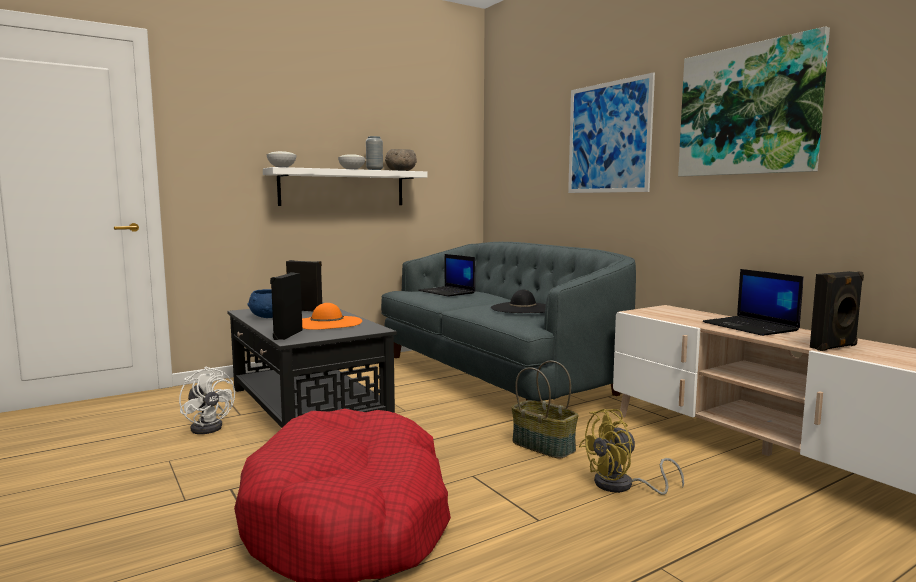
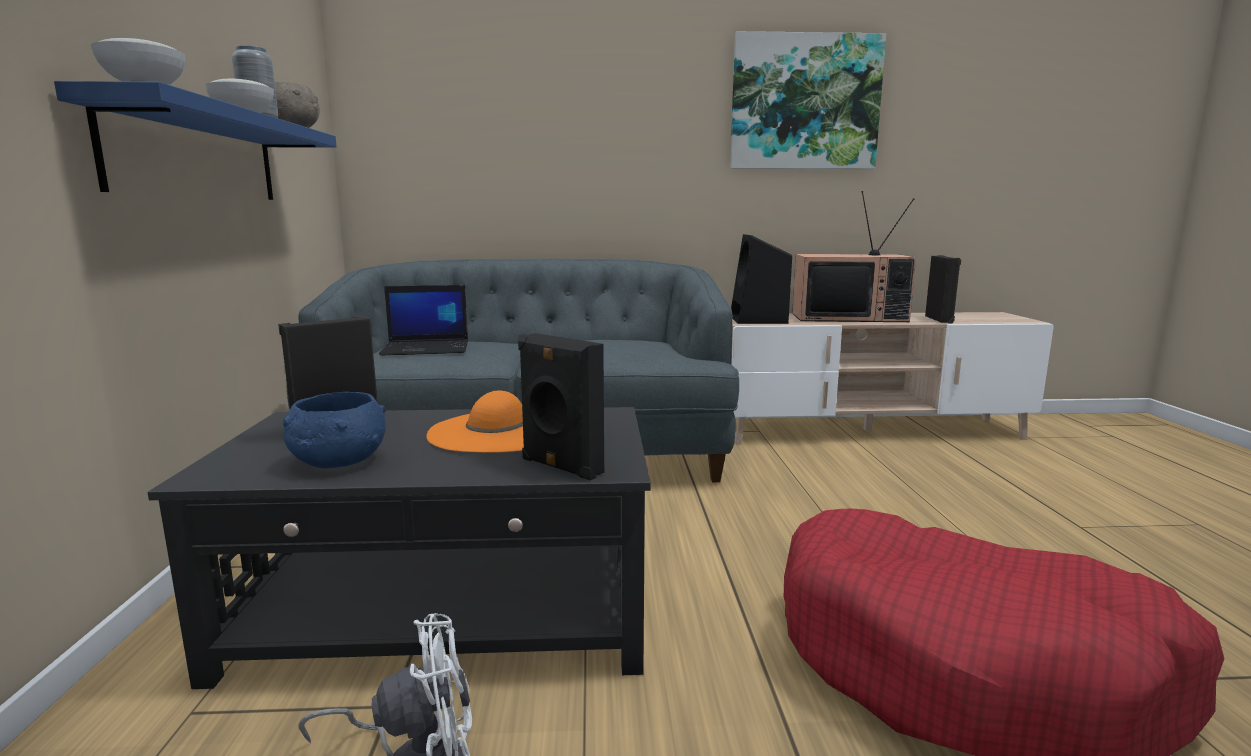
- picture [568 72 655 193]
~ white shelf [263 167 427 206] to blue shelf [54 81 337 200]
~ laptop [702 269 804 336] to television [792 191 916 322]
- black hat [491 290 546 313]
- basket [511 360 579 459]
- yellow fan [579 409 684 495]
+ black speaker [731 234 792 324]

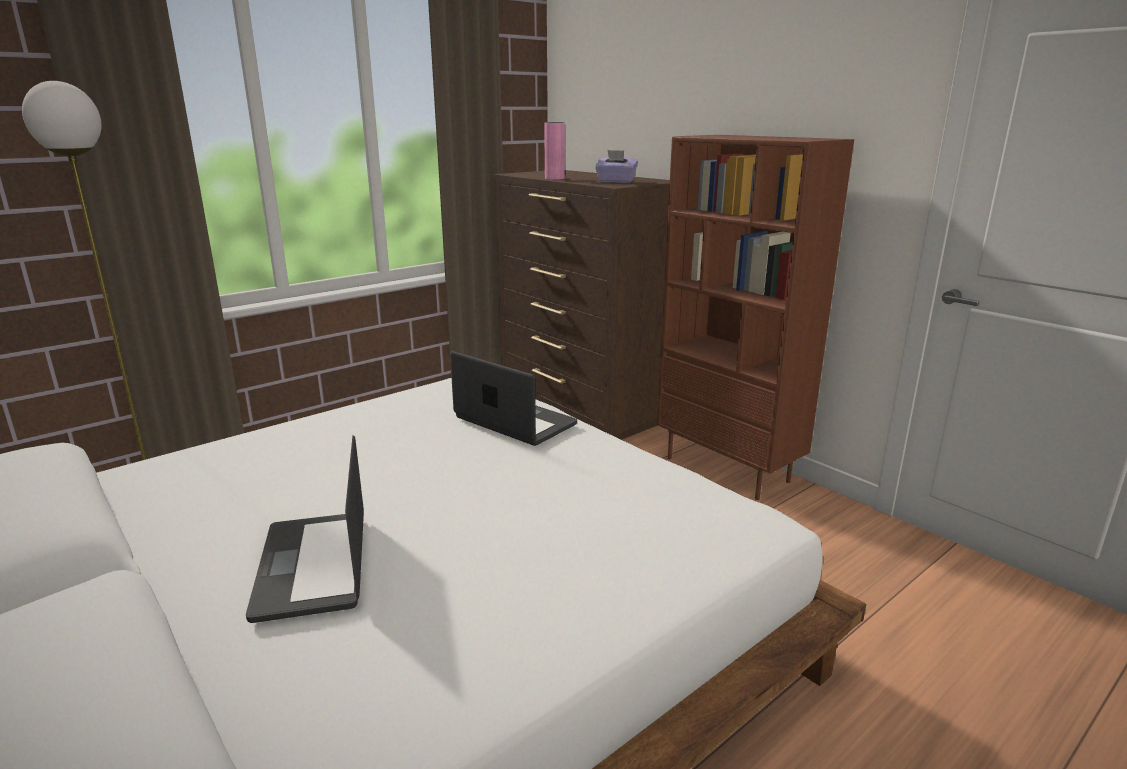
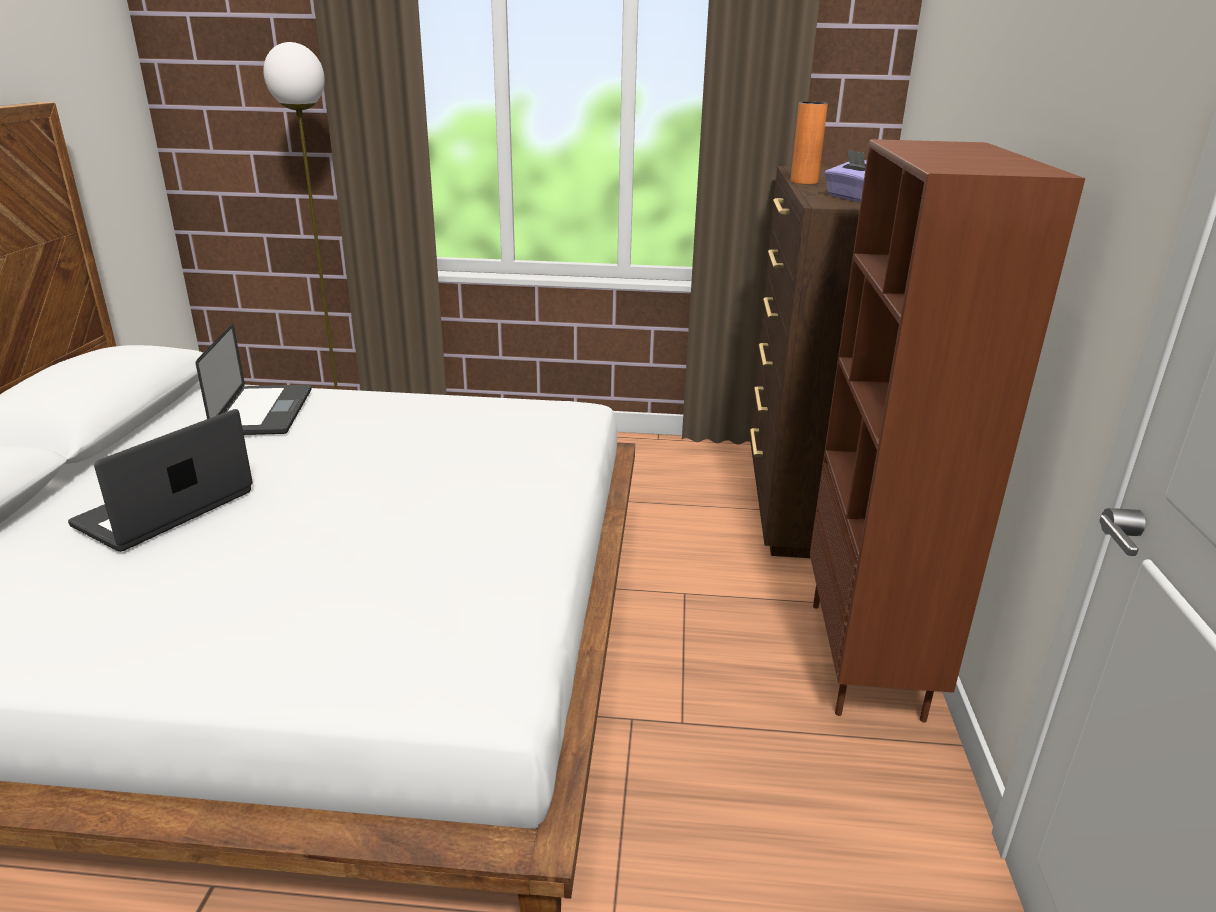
~ pink vase [544 122 565 180] to orange vase [791 102 828 184]
~ laptop [450 351 577 446] to [196 323 312 435]

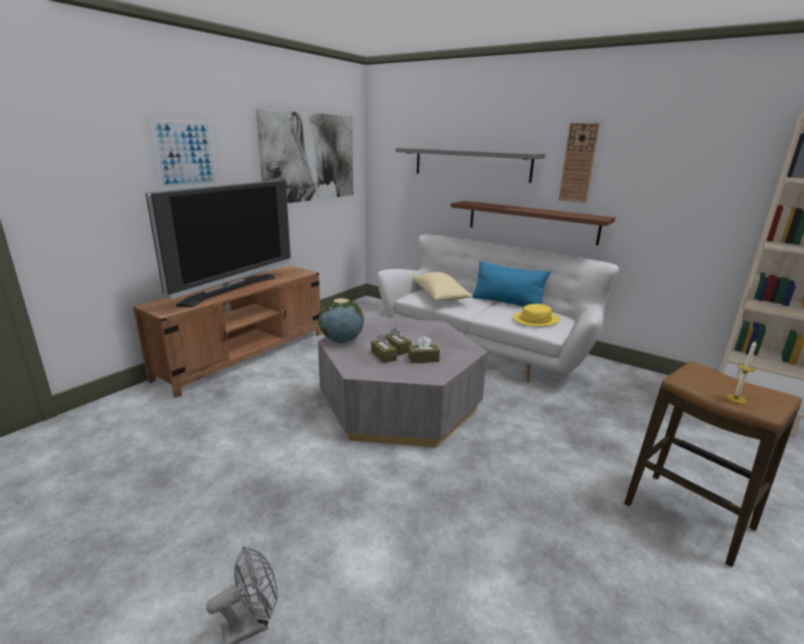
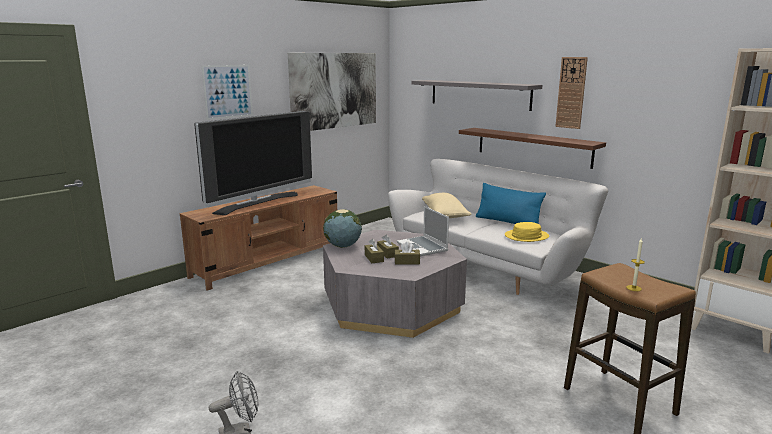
+ laptop [397 206 449 256]

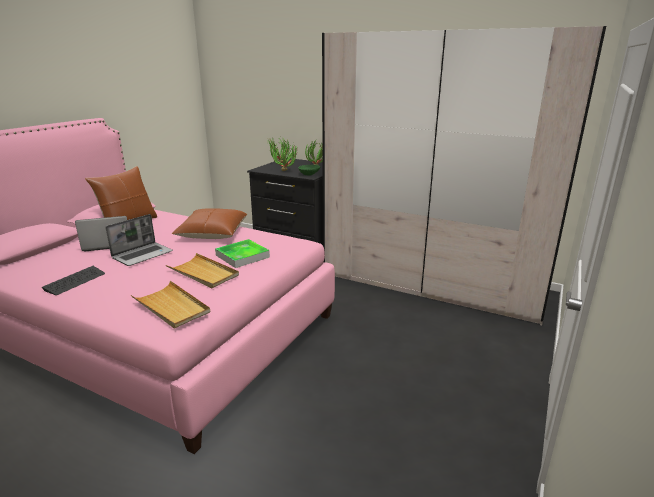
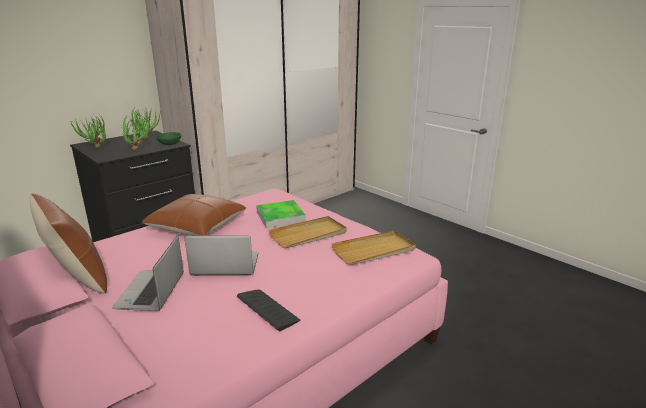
~ laptop [105 214 173 266] = [185 235 258 276] 60 degrees counterclockwise

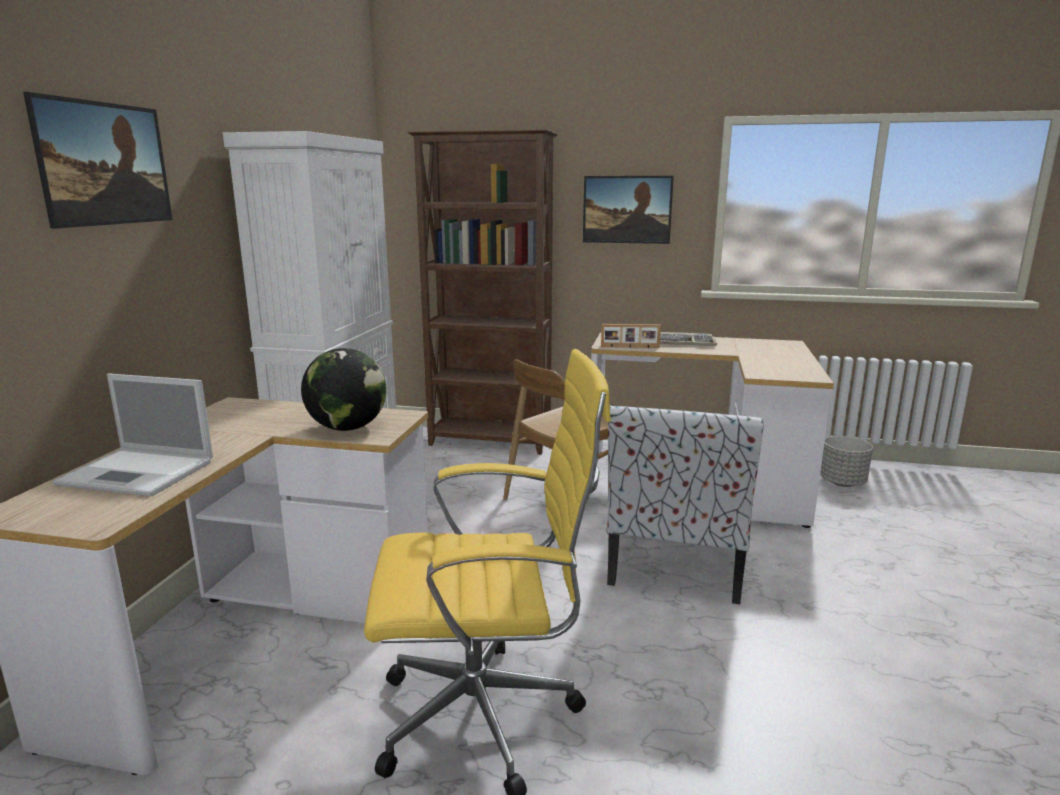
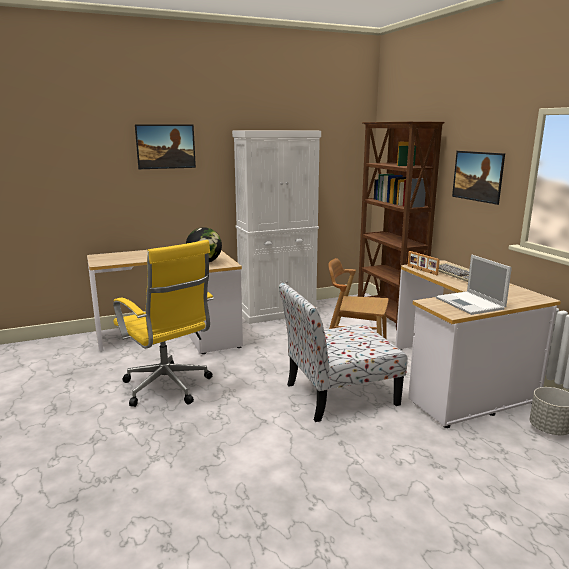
~ laptop [53 373 213 497] to [436 254 512 315]

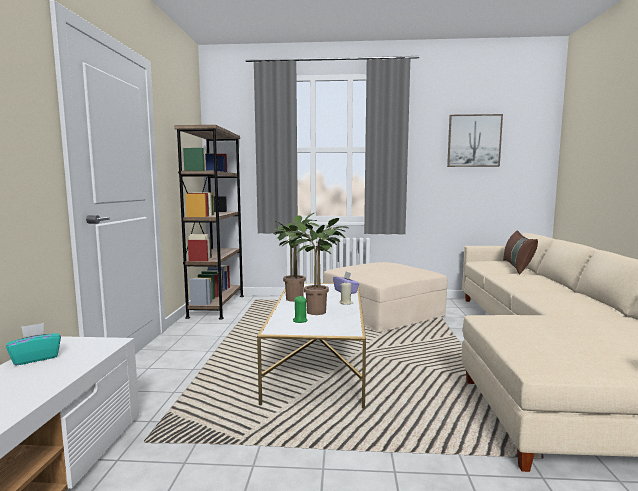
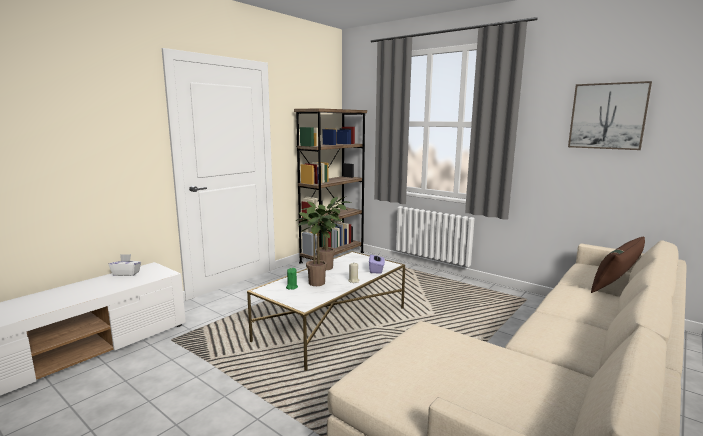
- beige ottoman [323 262 447 332]
~ turquoise tissue box [6 323 61 366] to white tissue box [109 254 141 276]

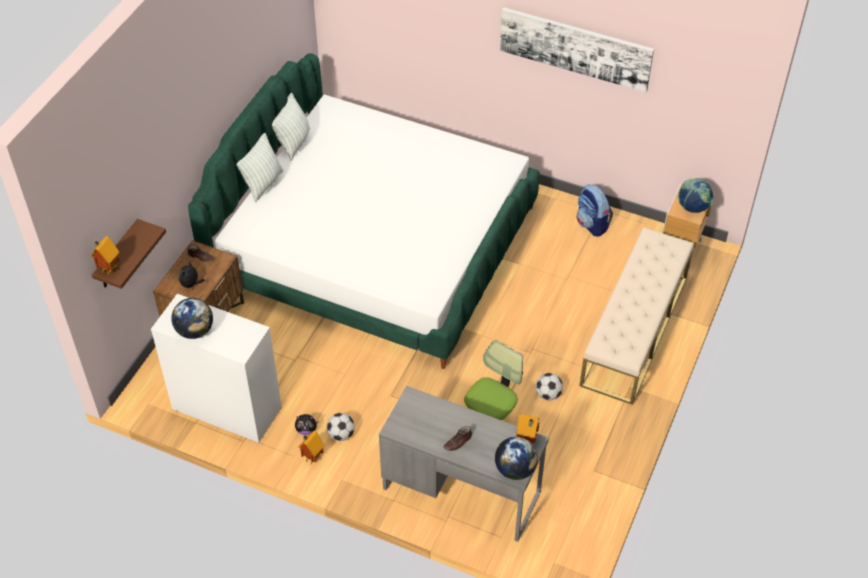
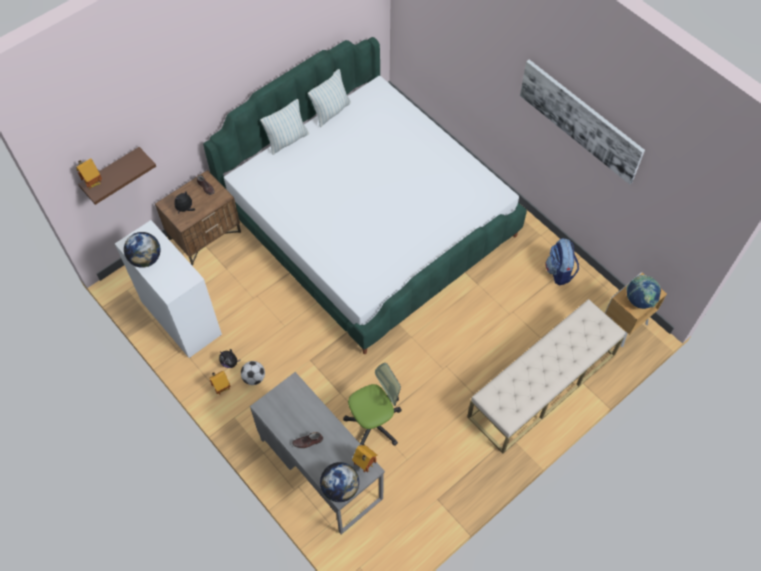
- football [536 373 563 400]

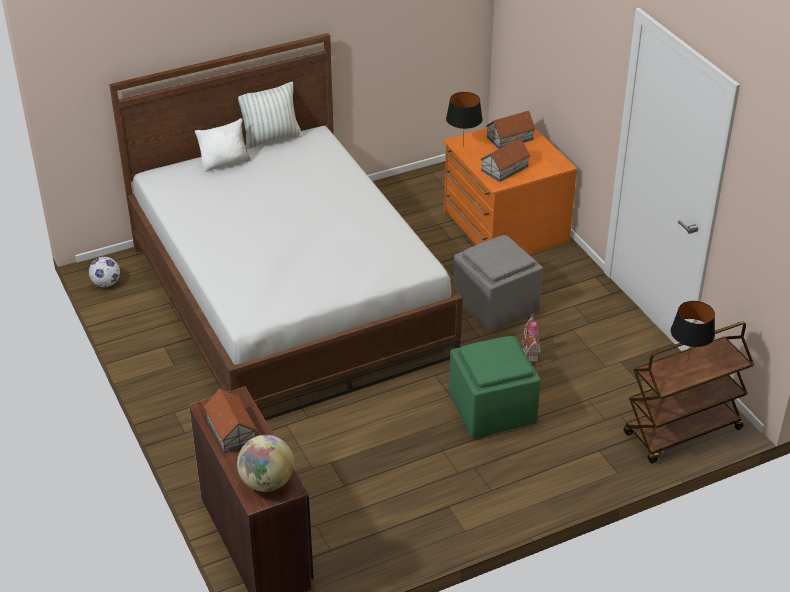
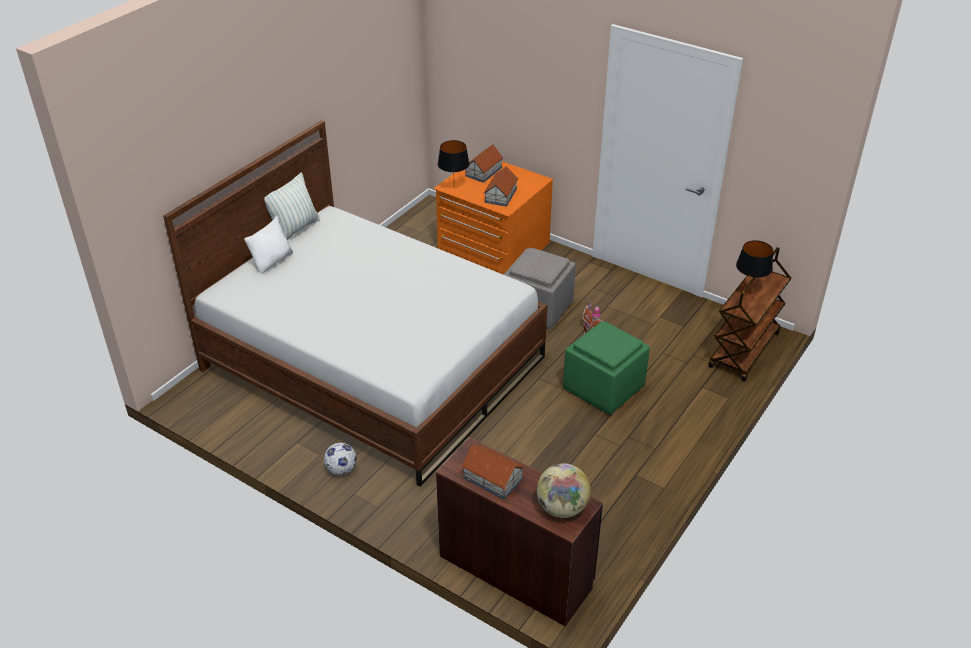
~ football [89 257 120 287] to [324 443 356 475]

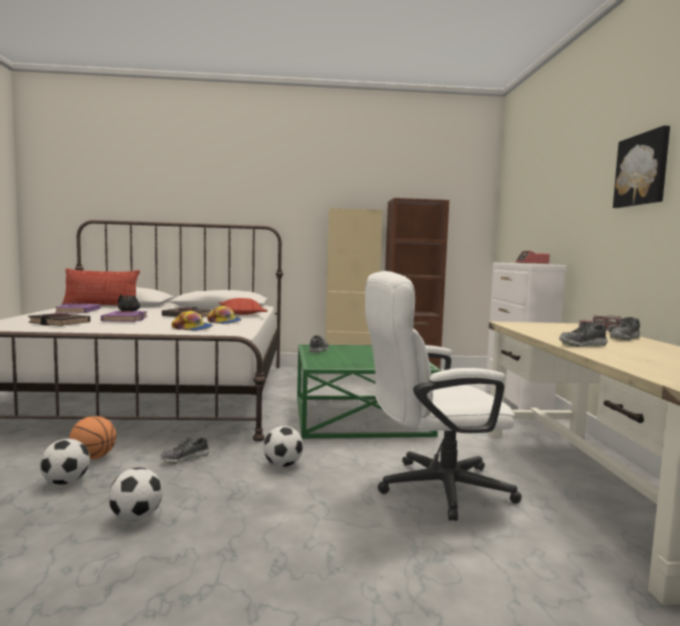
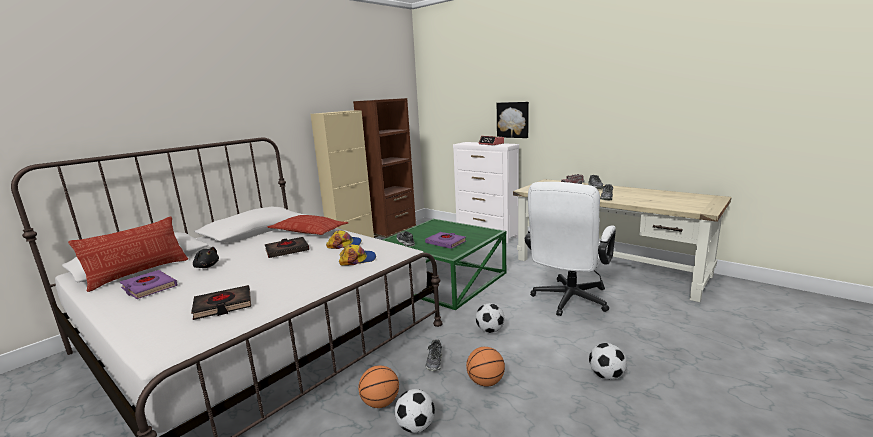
~ picture [613 125 670 208] to [497 102 529 138]
~ purple book [101 311 148 322] to [425 232 466 249]
~ football [109 468 163 521] to [589 343 627 380]
+ basketball [466 347 505 387]

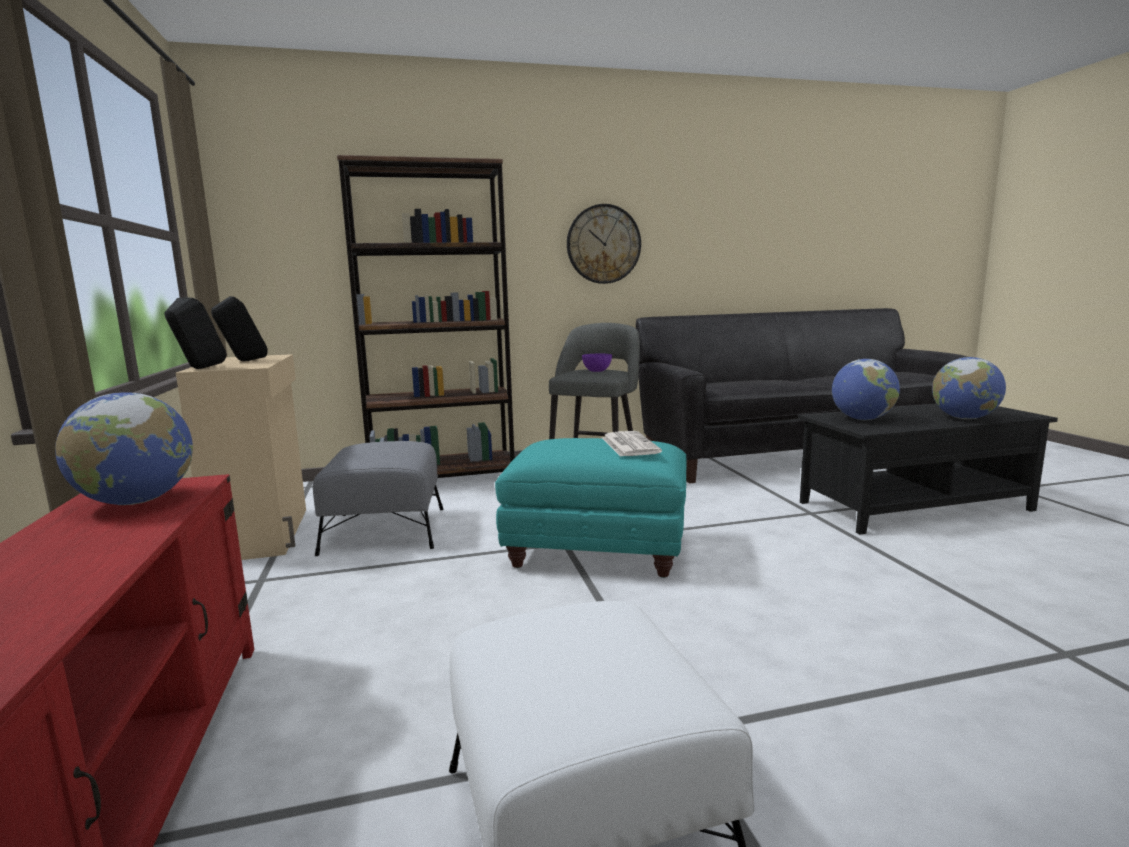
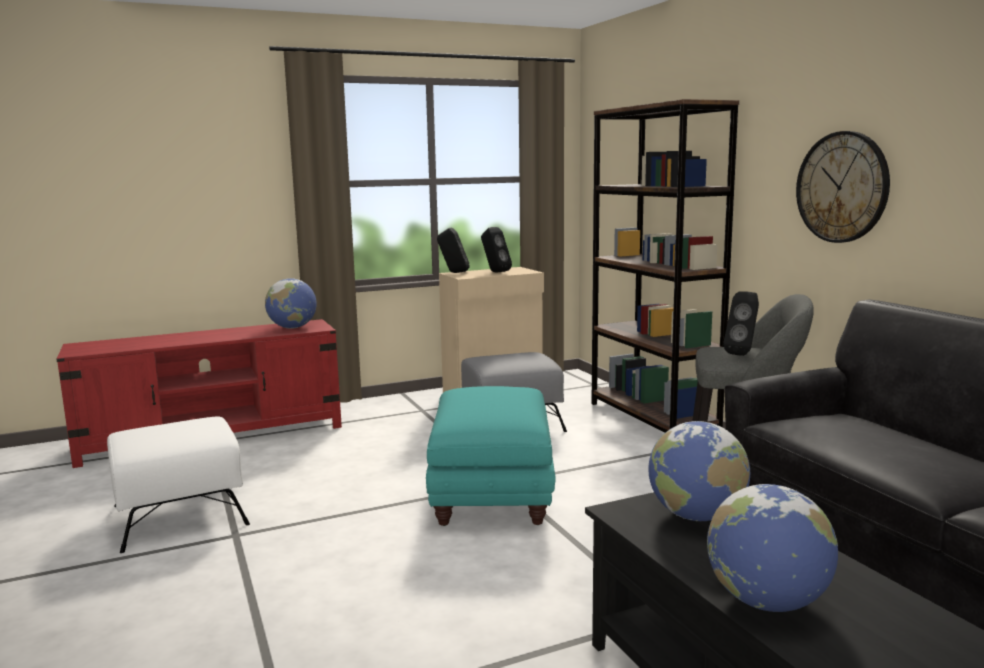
~ purple bowl [582 354 612 372] to black speaker [723 291 759 356]
- newspaper [602 431 662 457]

